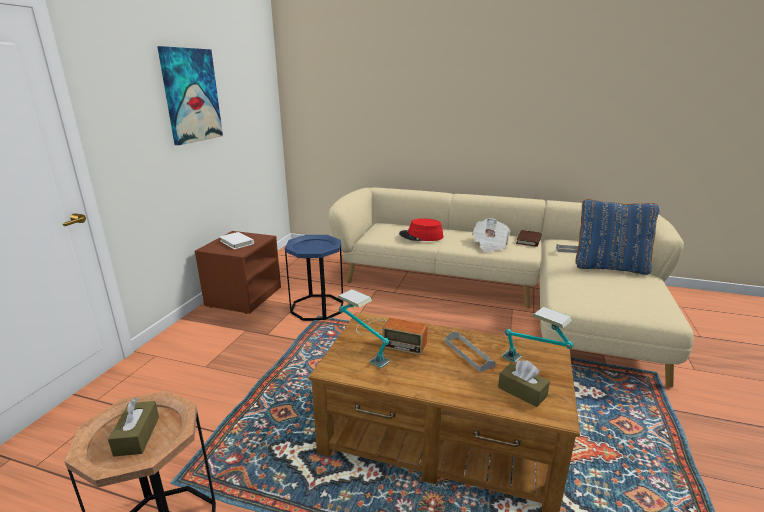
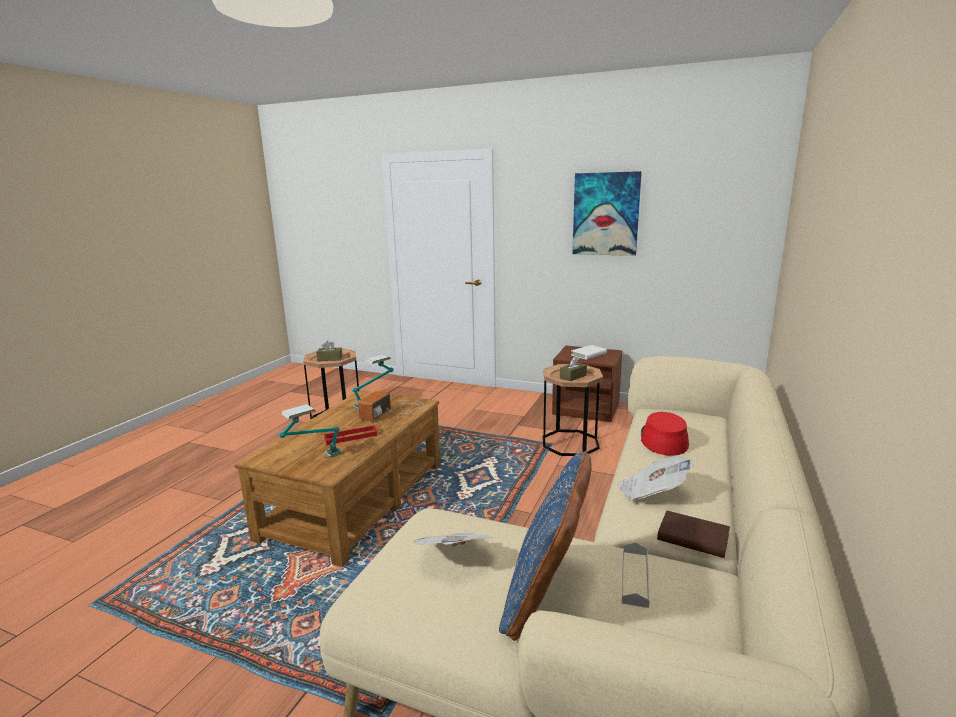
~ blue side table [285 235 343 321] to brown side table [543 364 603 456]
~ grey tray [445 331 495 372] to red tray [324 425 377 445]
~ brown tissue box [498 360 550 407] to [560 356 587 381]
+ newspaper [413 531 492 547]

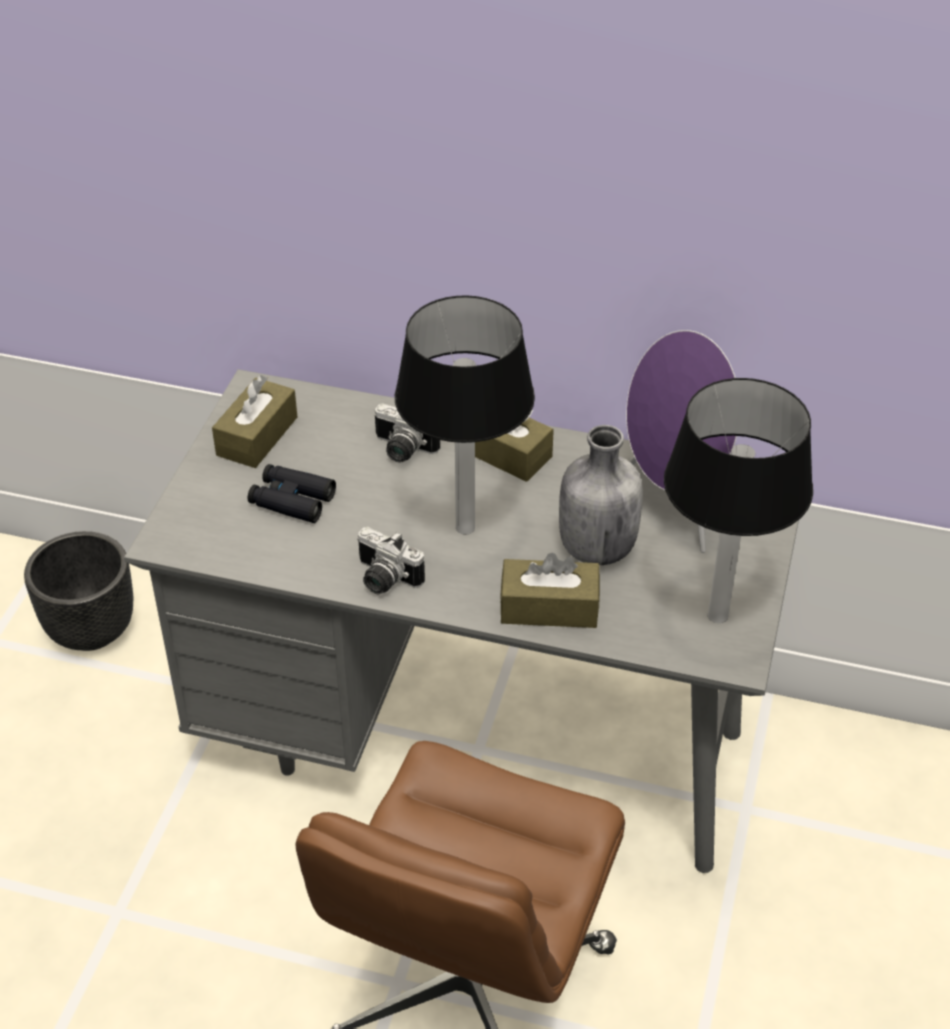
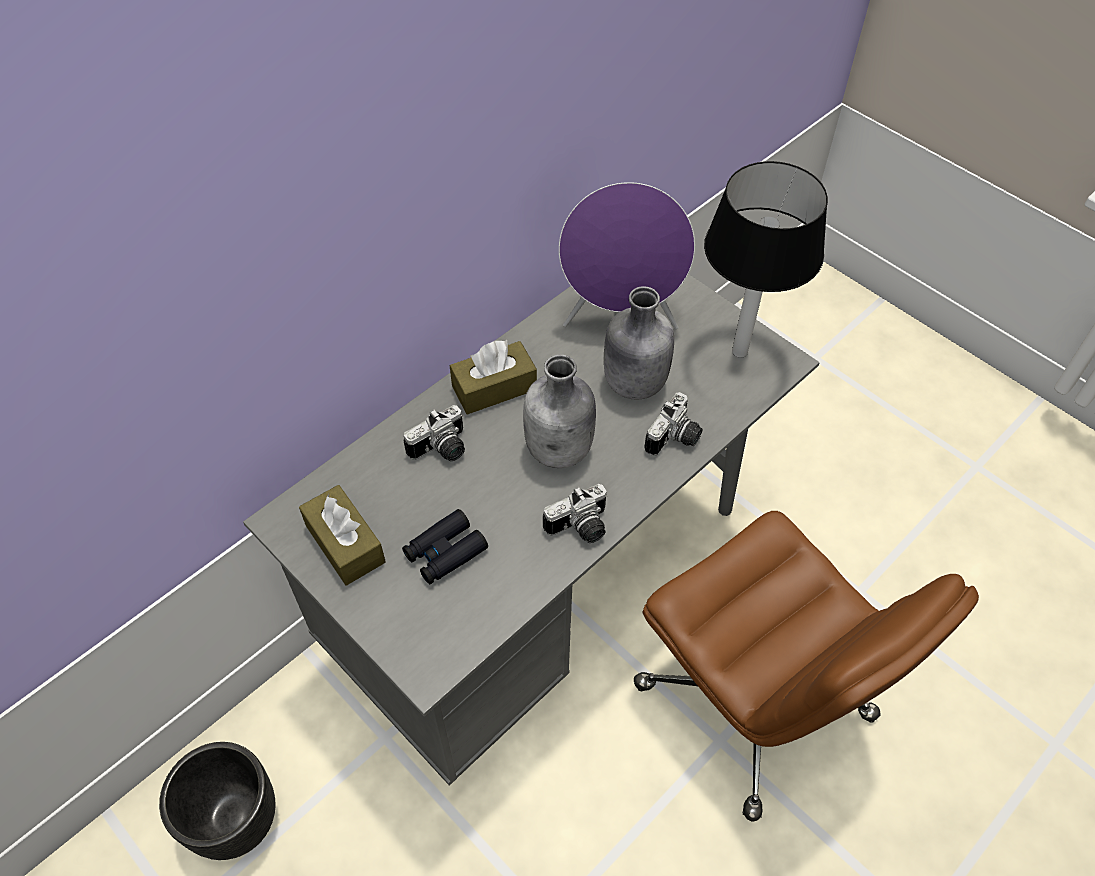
~ table lamp [395 295 535 535] to grey bottle [523 354 596 468]
~ brown tissue box [500 553 600 628] to photo camera [644 392 703 456]

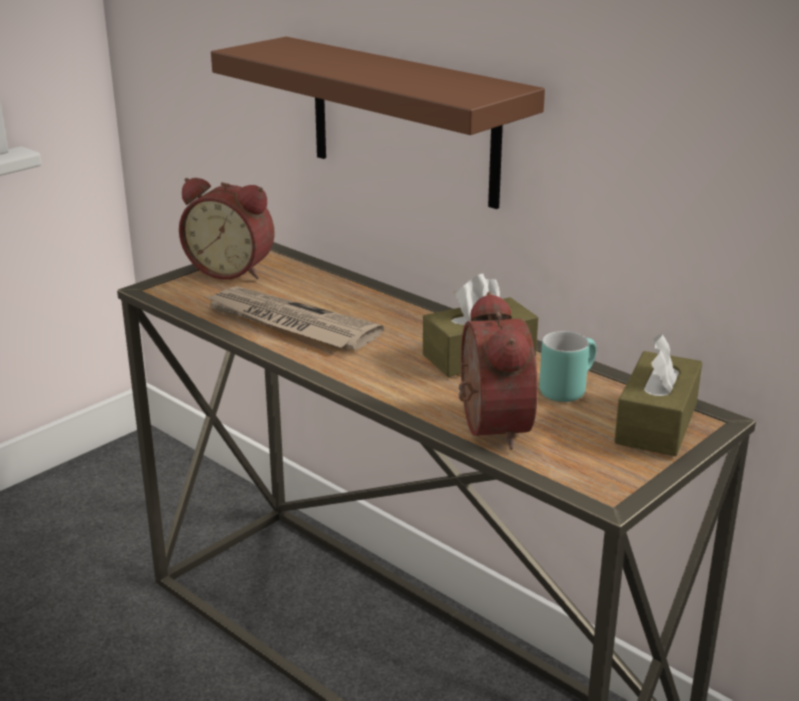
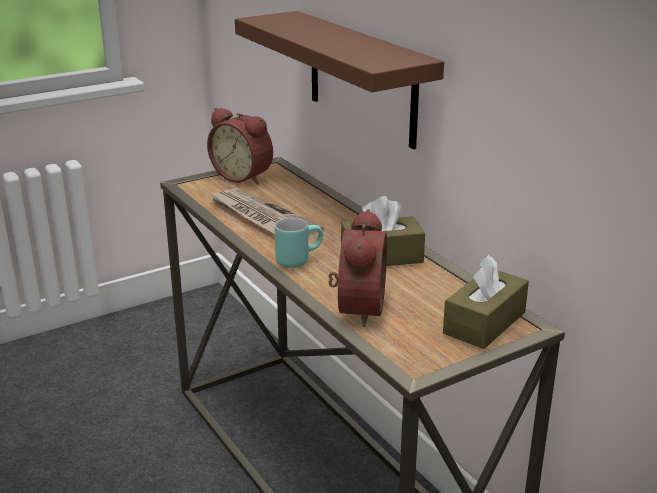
~ turquoise mug [539 331 597 402] to [275 218 323 268]

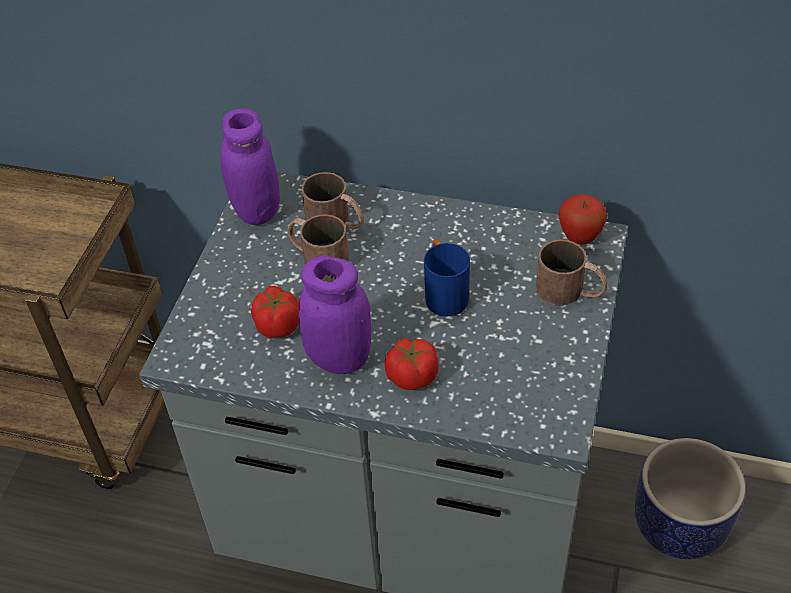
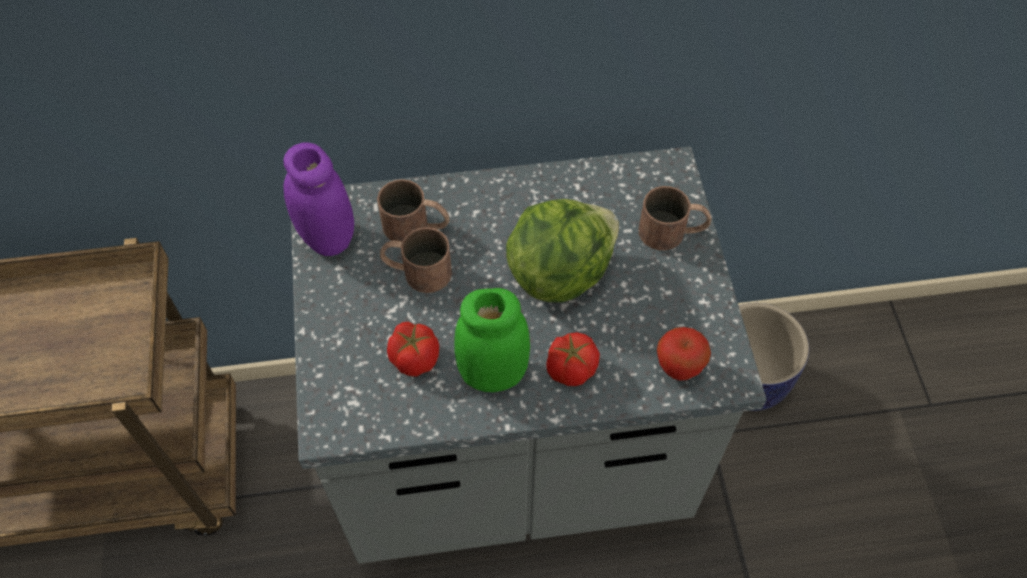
~ apple [559 194 607 245] to [657 327 711 381]
~ blue mug [424 240 470 317] to lettuce [506 199 619 303]
~ purple jar [299 256 372 374] to green jar [454 288 530 392]

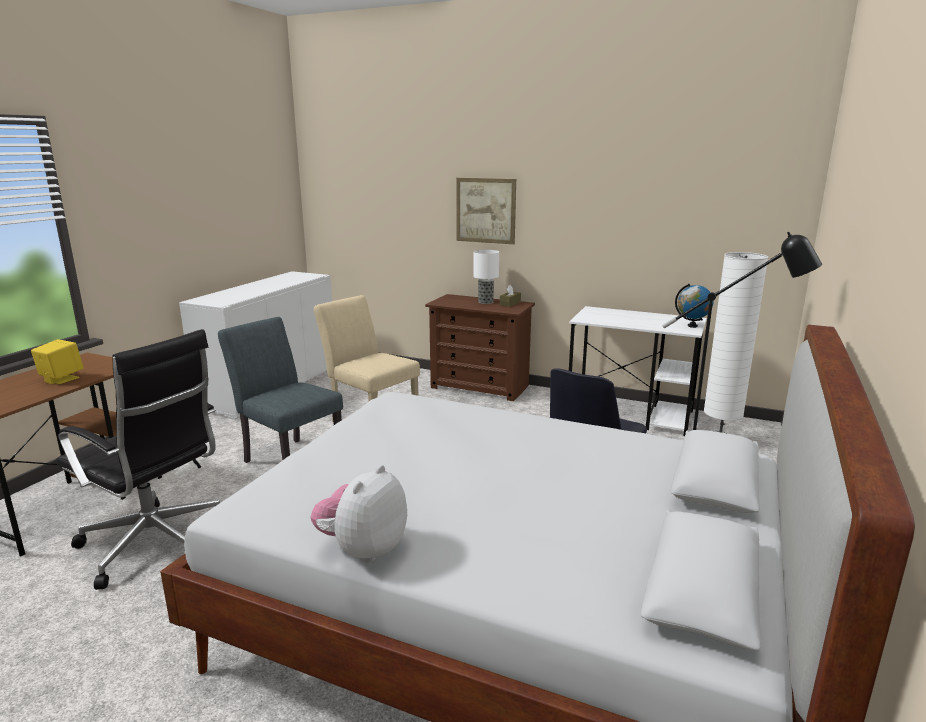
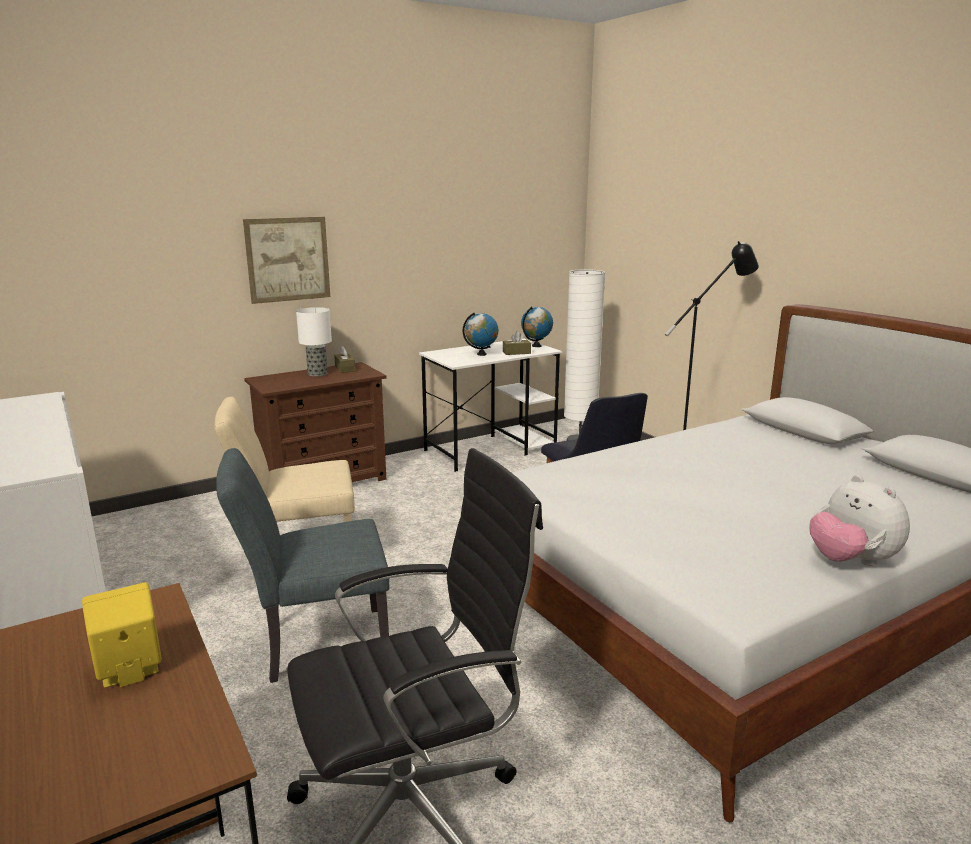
+ globe [463 313 498 356]
+ brown tissue box [503 331 531 355]

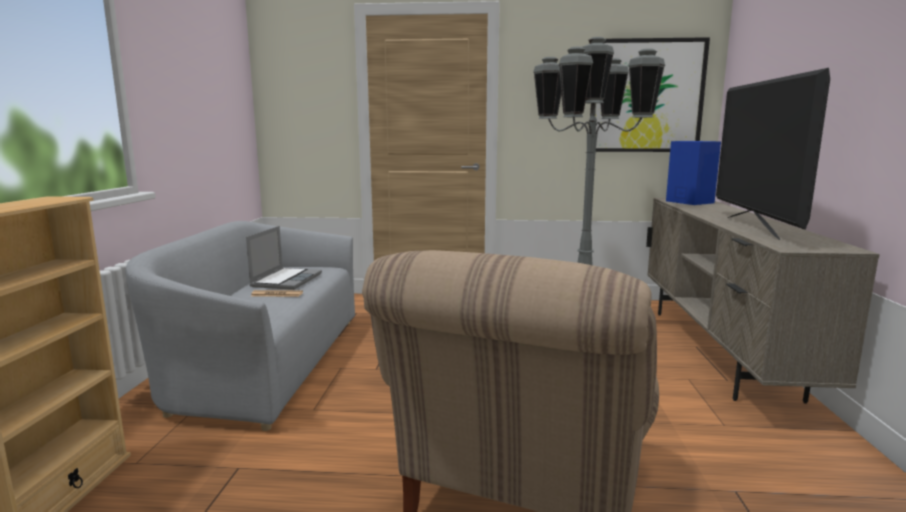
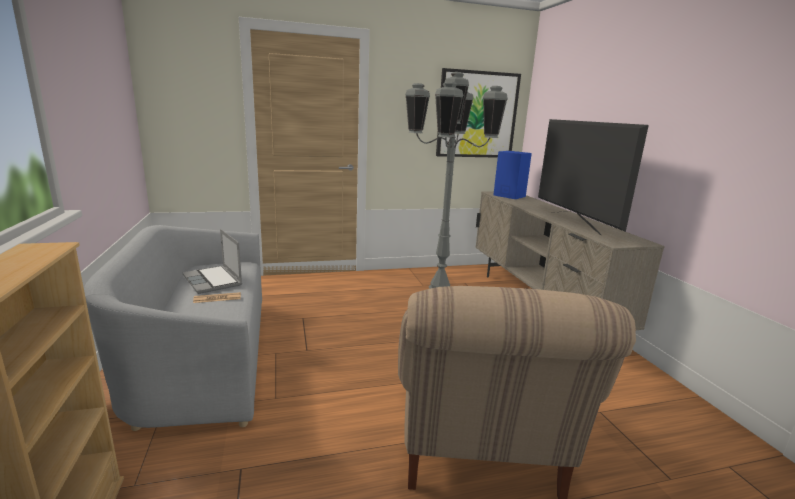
~ laptop [246 226 322 290] = [183 229 242 294] 150 degrees clockwise

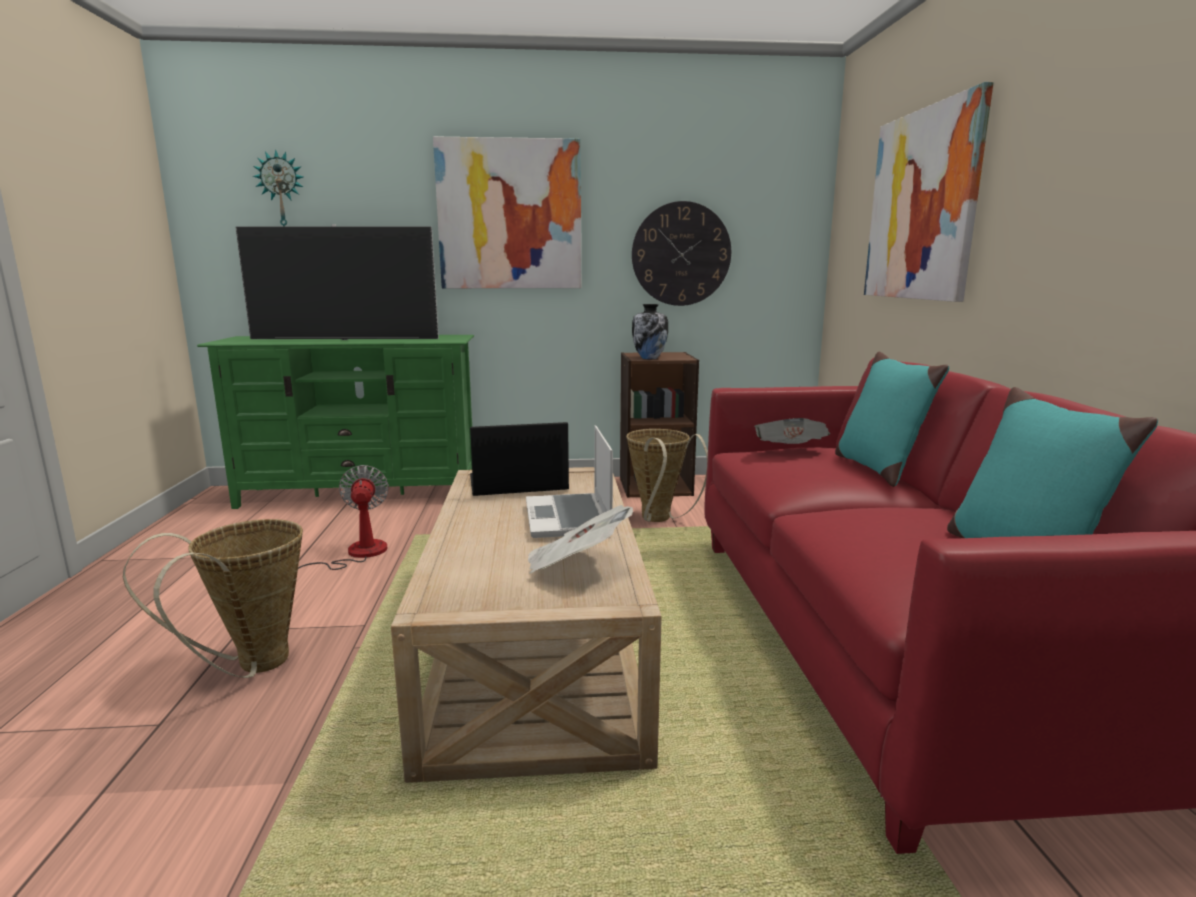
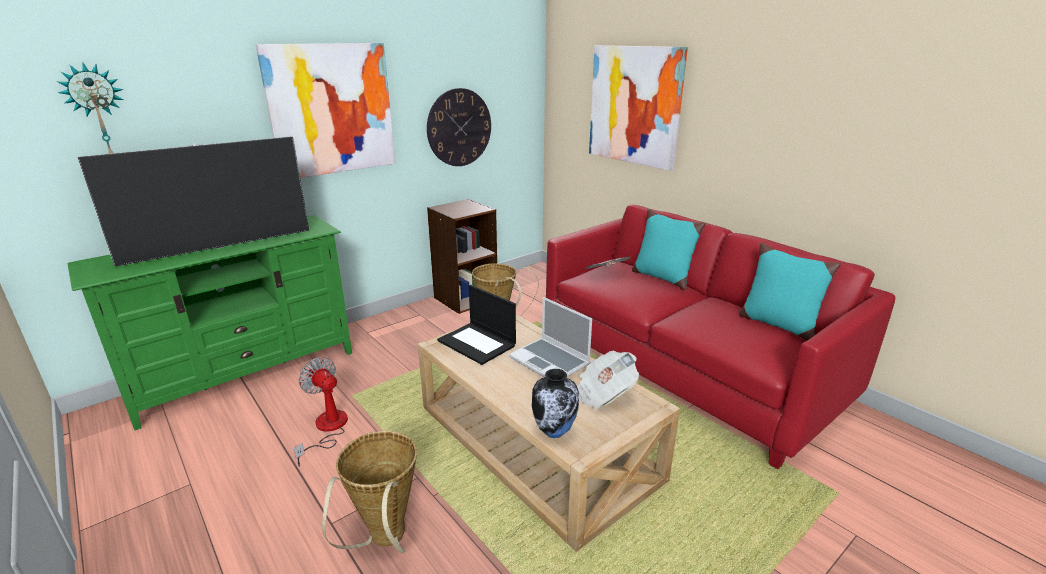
~ vase [632 304 668 359] to [532 369 579 438]
~ laptop [470 422 569 496] = [437 285 516 365] 90 degrees counterclockwise

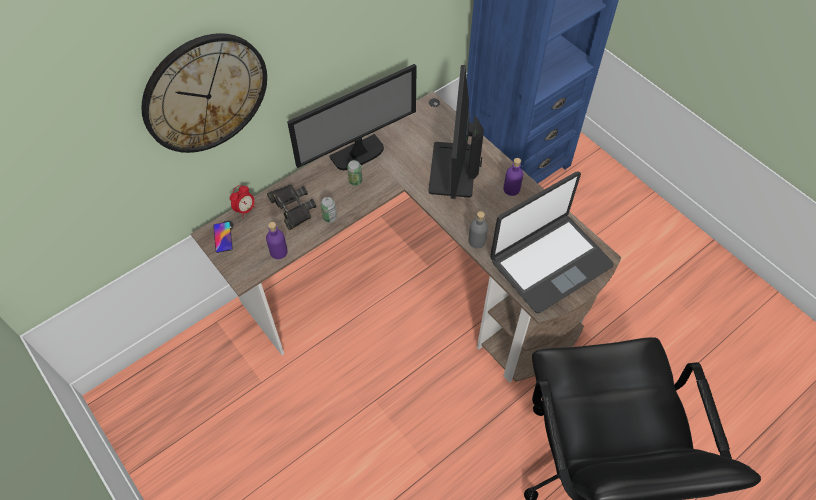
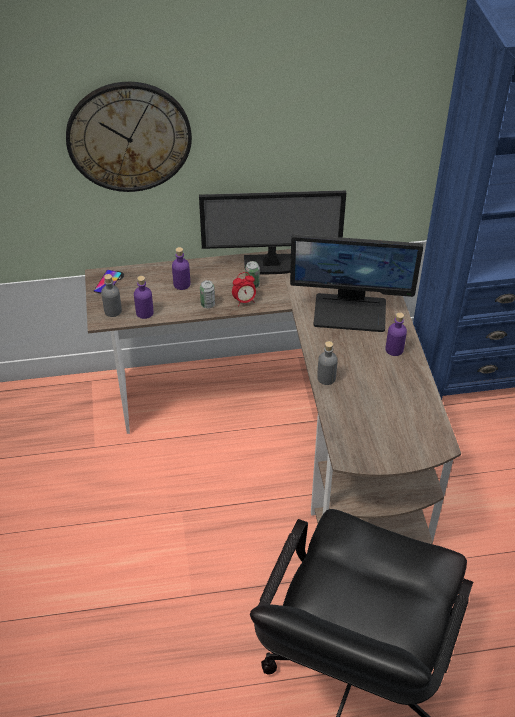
~ monitor [428 65 484 199] = [290 234 423 332] 120 degrees counterclockwise
- laptop [490 172 614 314]
~ alarm clock [230 185 255 215] to [232 272 256 306]
~ black binoculars [267 185 316 230] to purple bottle [172 247 190 290]
+ grey bottle [101 274 122 317]

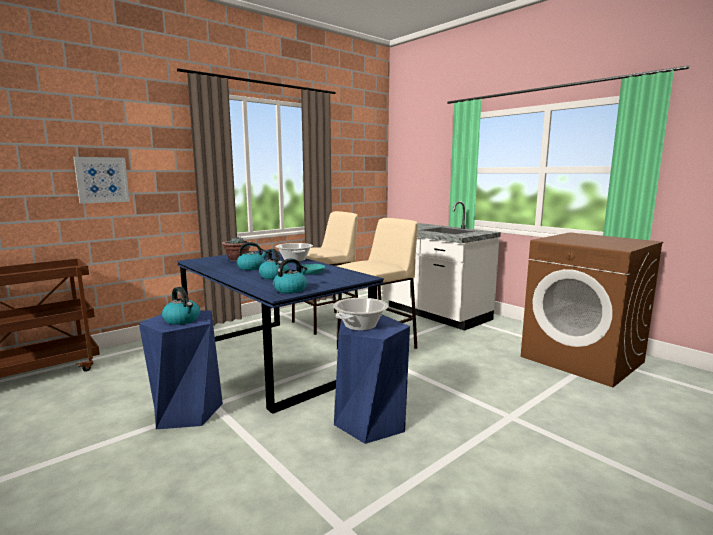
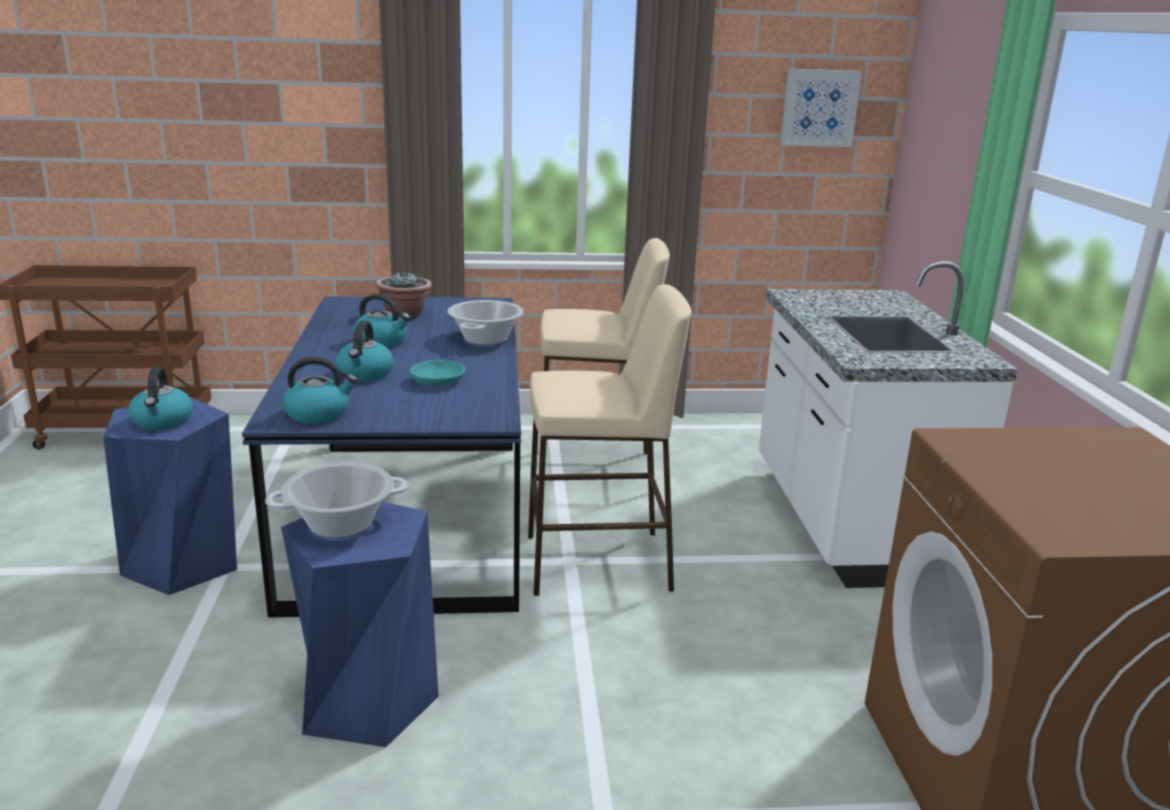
~ picture [74 157 130 204] to [780 69 862 147]

